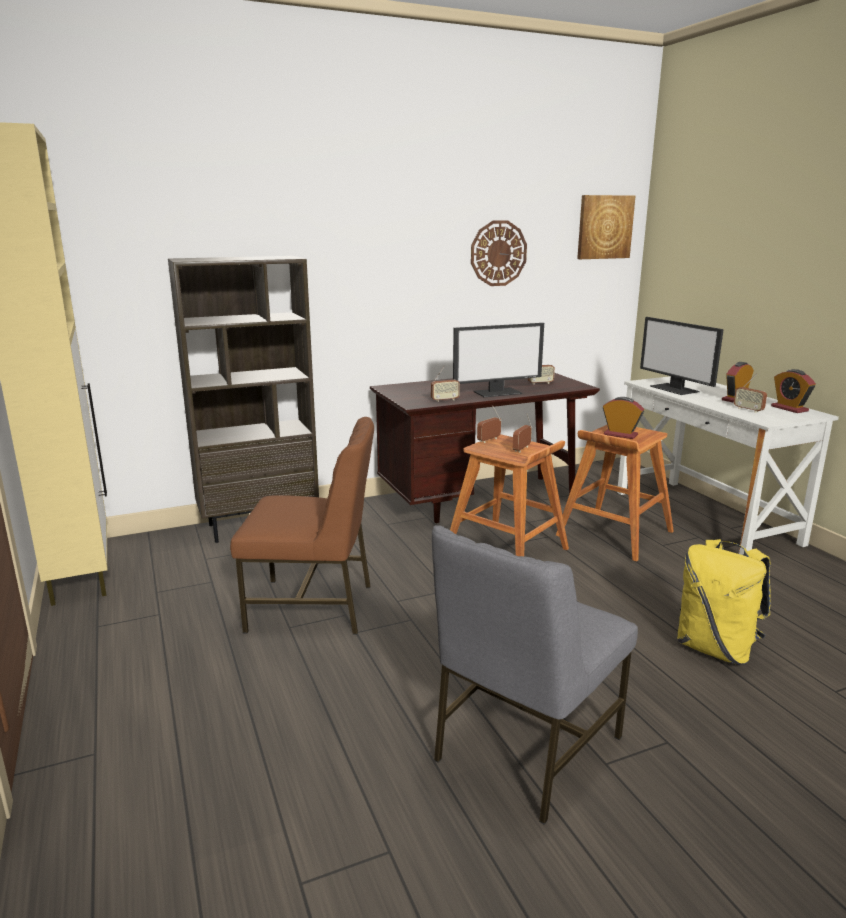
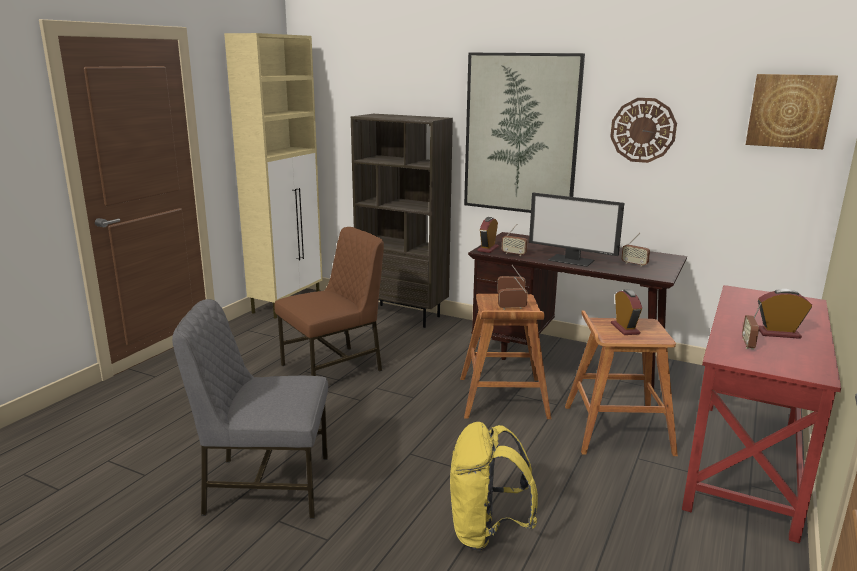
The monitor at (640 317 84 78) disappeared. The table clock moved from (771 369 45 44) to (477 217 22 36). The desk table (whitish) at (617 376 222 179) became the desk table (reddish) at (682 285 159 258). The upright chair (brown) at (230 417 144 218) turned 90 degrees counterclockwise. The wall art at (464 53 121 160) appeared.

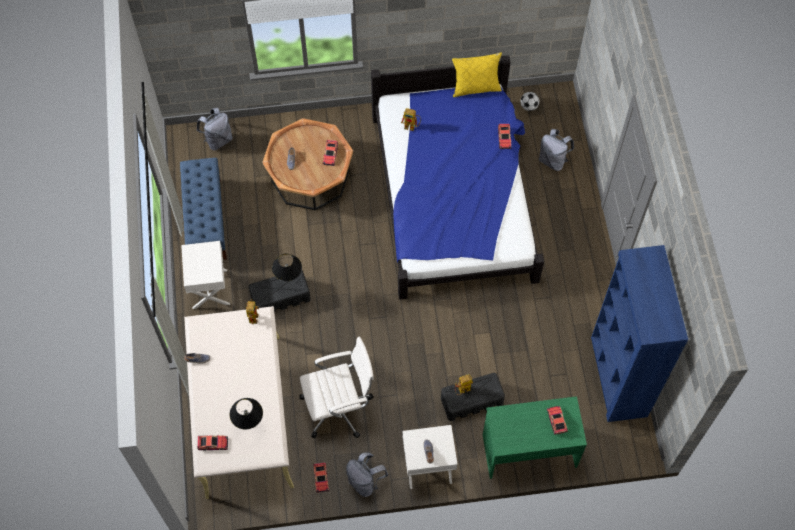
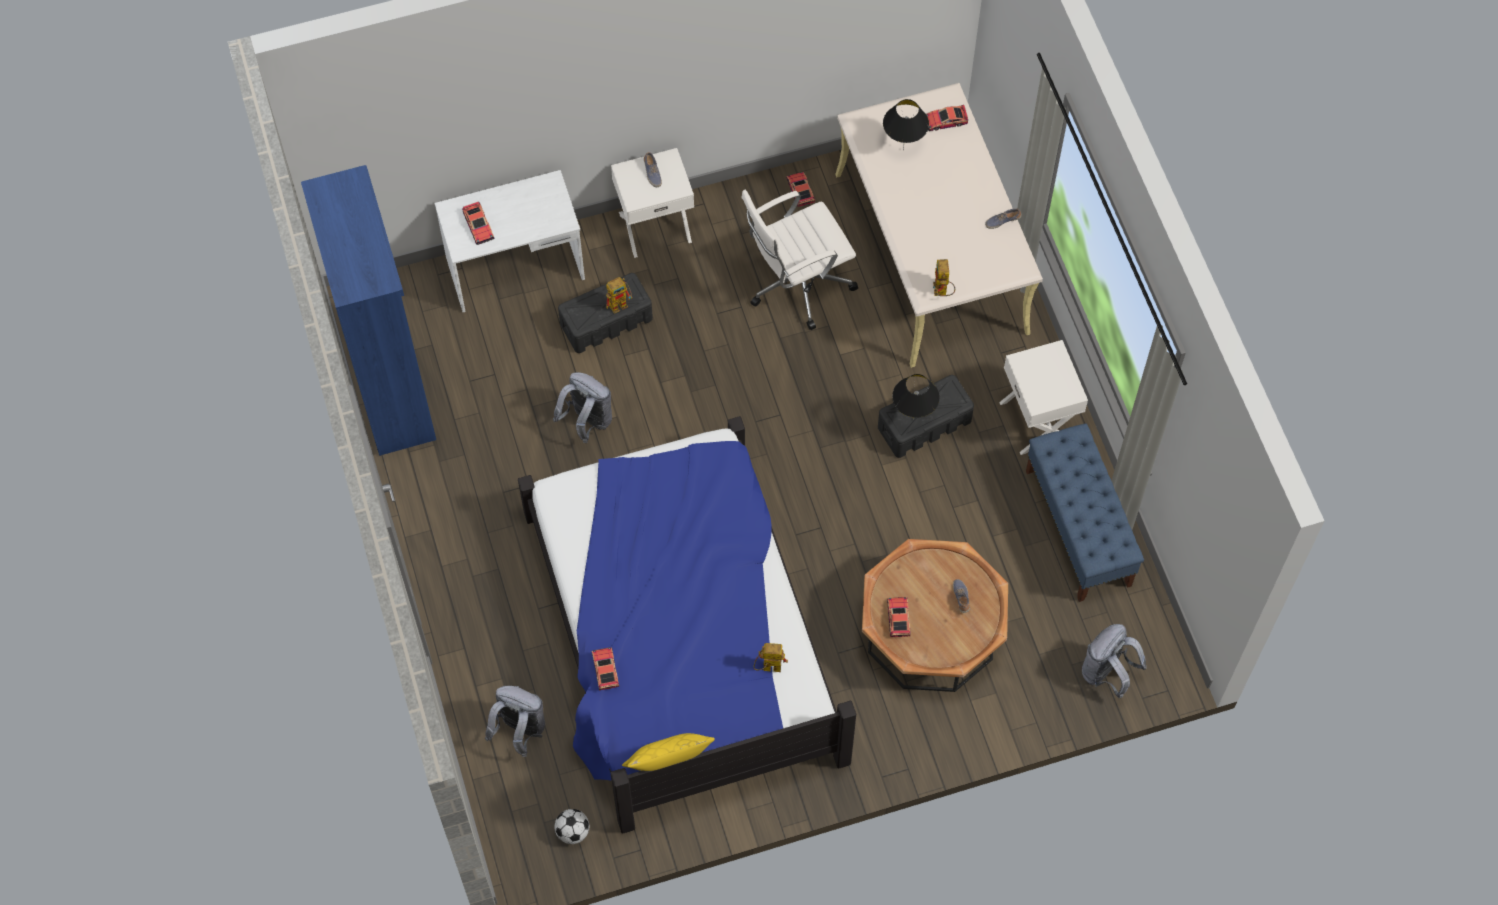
The desk table (greenish) at (483 396 104 83) became the desk table (whitish) at (435 170 150 142). The backpack (greyish) moved from (346 452 42 45) to (553 372 59 71).

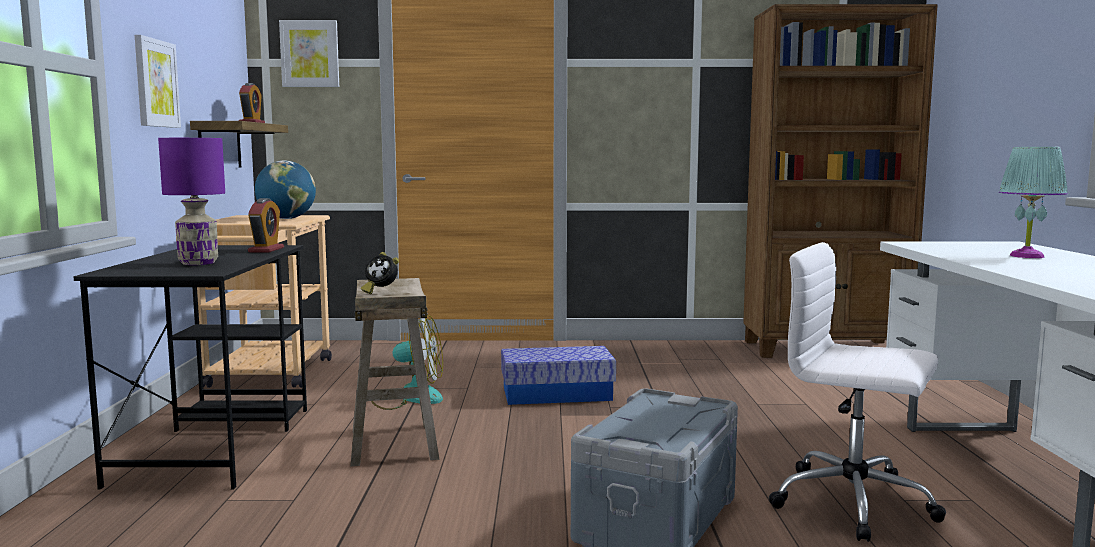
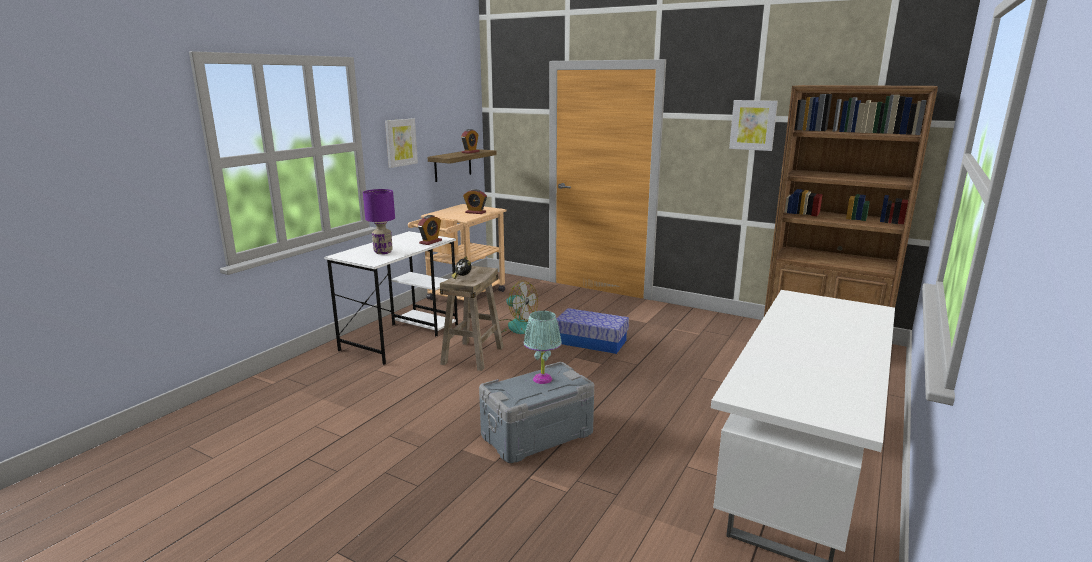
The wall art moved from (279 20 60 67) to (729 100 49 51). The table lamp (turquoise-coloured) moved from (999 147 69 111) to (524 311 38 73). The globe at (255 161 61 58) was replaced by the table clock at (463 189 24 25). The office chair (whitish) at (769 242 177 300) disappeared. The desk table (blackish) at (74 245 233 245) became the desk table (whitish) at (324 231 134 134).

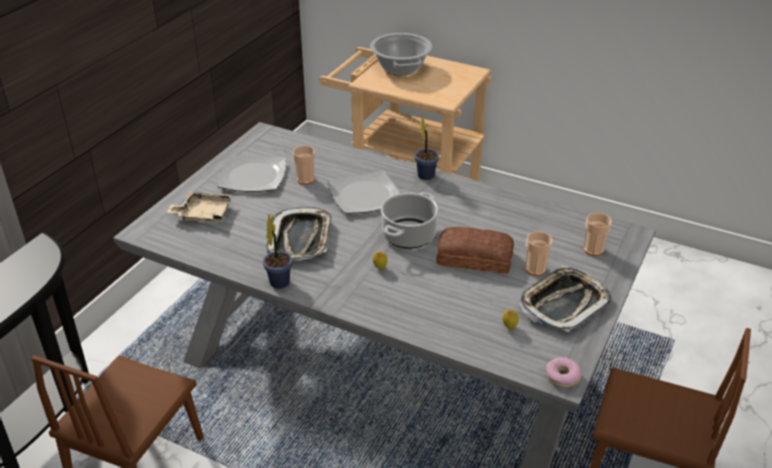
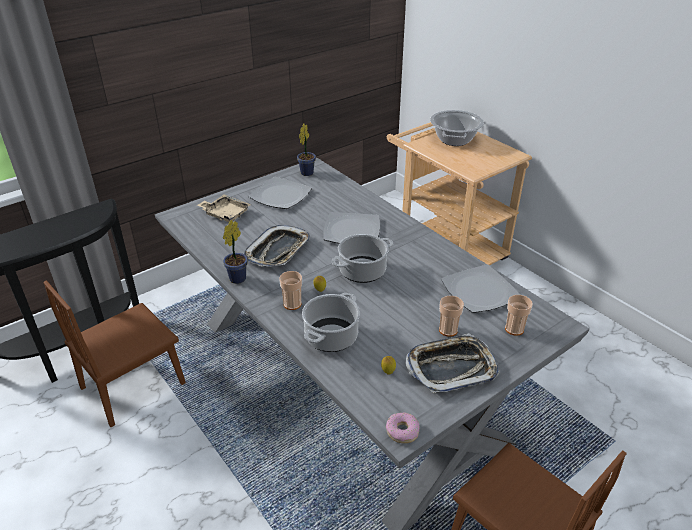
The plant in a pot moved from (414 115 25 65) to (297 124 19 52). The small cup moved from (293 146 22 39) to (279 271 23 39). The baked bread at (436 227 78 47) disappeared. The plate at (441 264 79 49) appeared. The stockpot at (302 293 58 59) appeared.

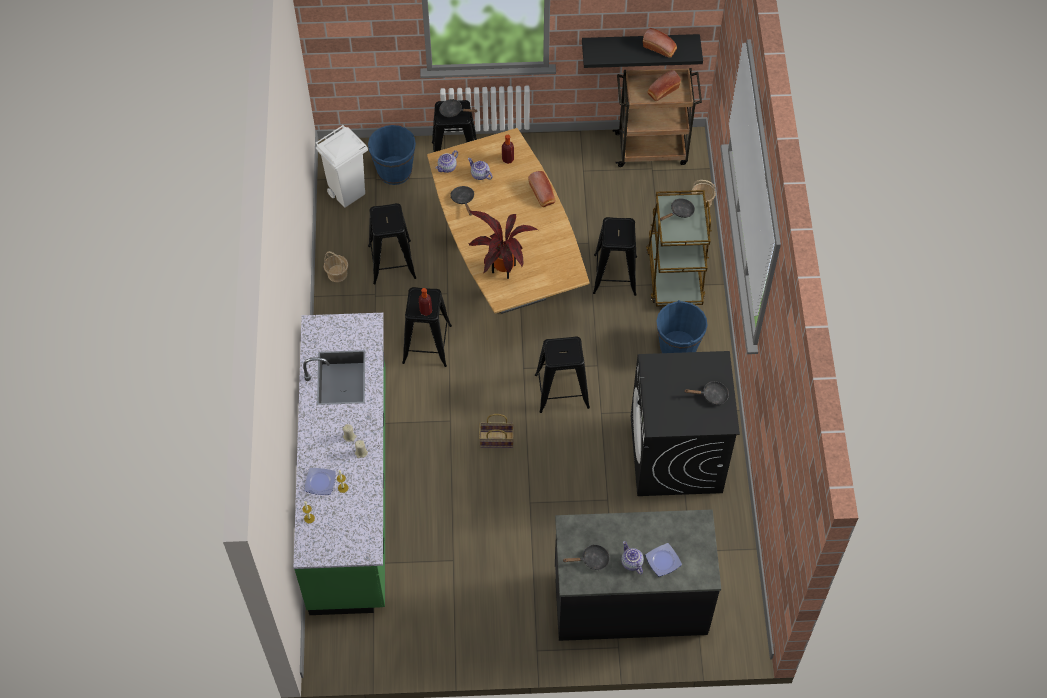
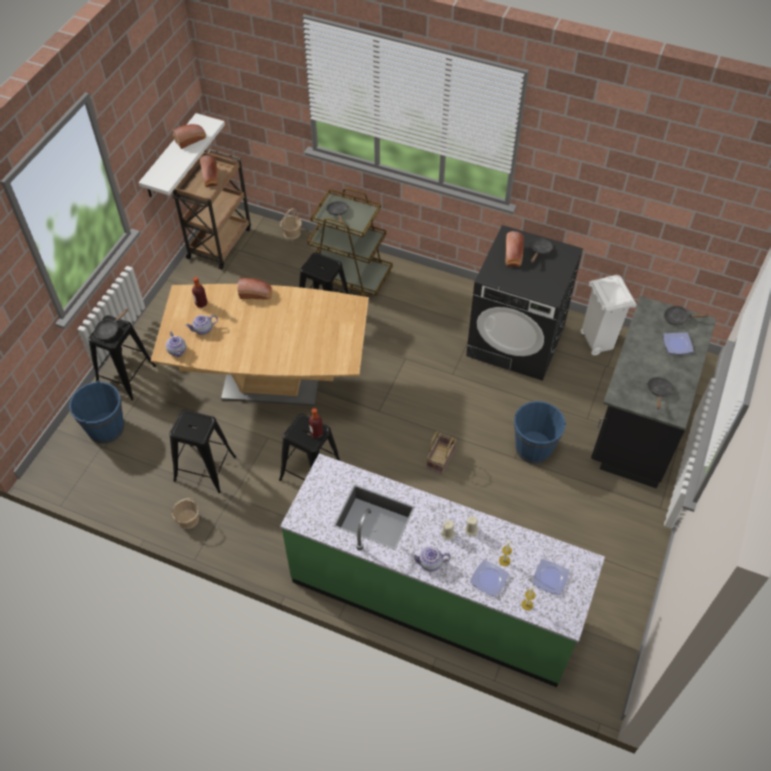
The bracket shelf (blackish) at (582 34 121 34) became the bracket shelf (whitish) at (138 113 87 85). The waste bin (whitish) moved from (315 125 53 83) to (581 275 56 80). The pan (blackish) moved from (450 186 24 30) to (664 306 45 19). The plant in a pot at (468 210 70 69) disappeared. The pail (blue) moved from (656 300 52 53) to (514 401 52 62). The stool (blackish) at (535 336 55 77) disappeared. The tea pot moved from (621 541 23 34) to (411 547 40 25). The baked bread at (505 231 19 36) appeared. The plate at (532 559 37 36) appeared.

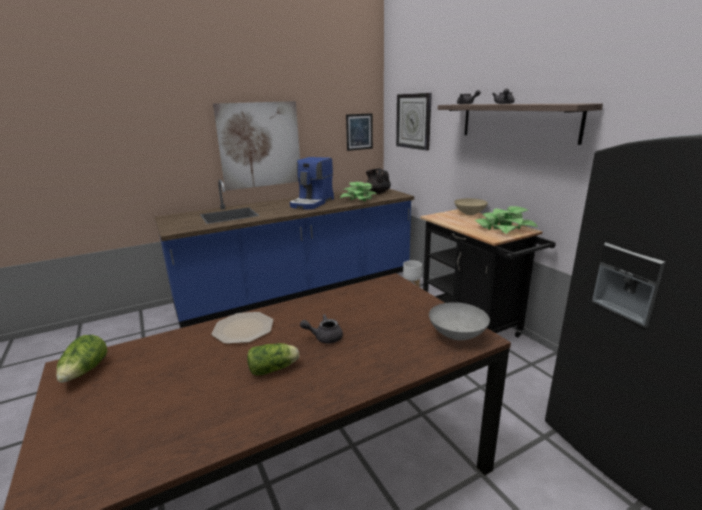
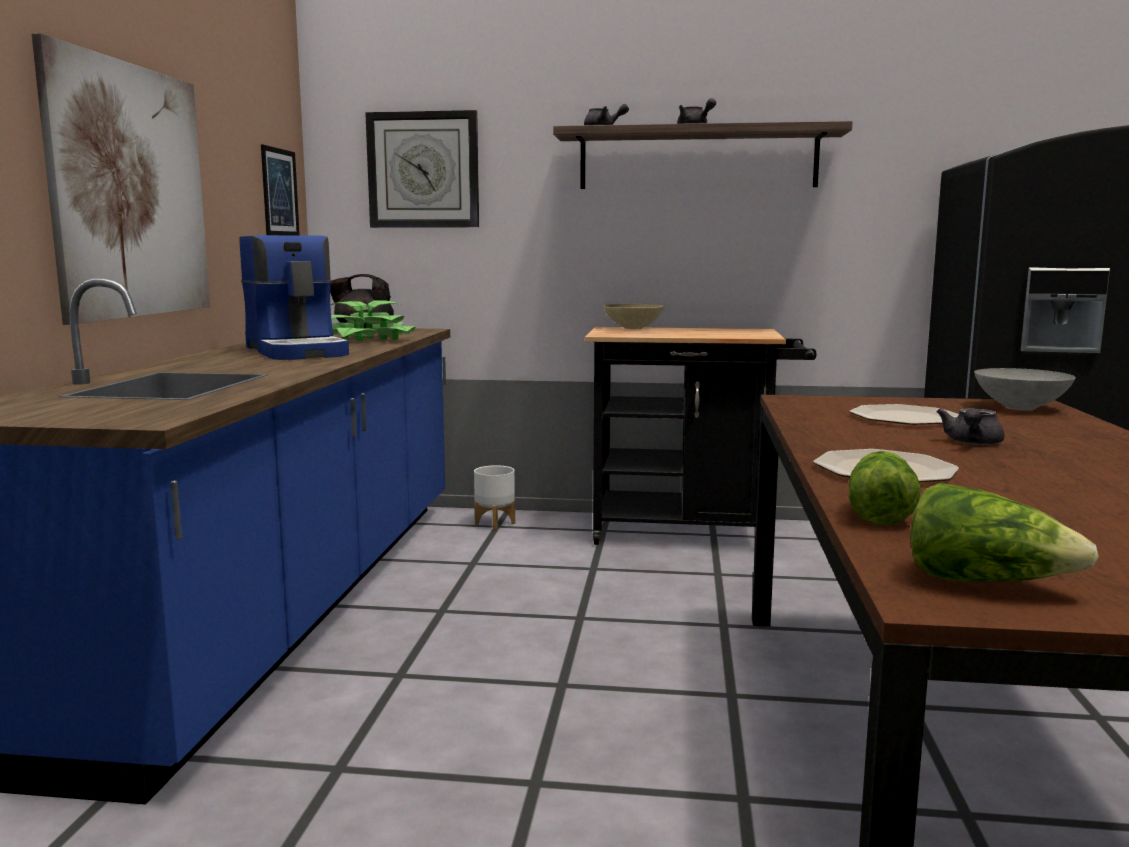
The plant in a pot at (475 206 63 28) disappeared. The lettuce moved from (247 343 52 33) to (849 451 72 75). The plate at (849 404 110 21) appeared.

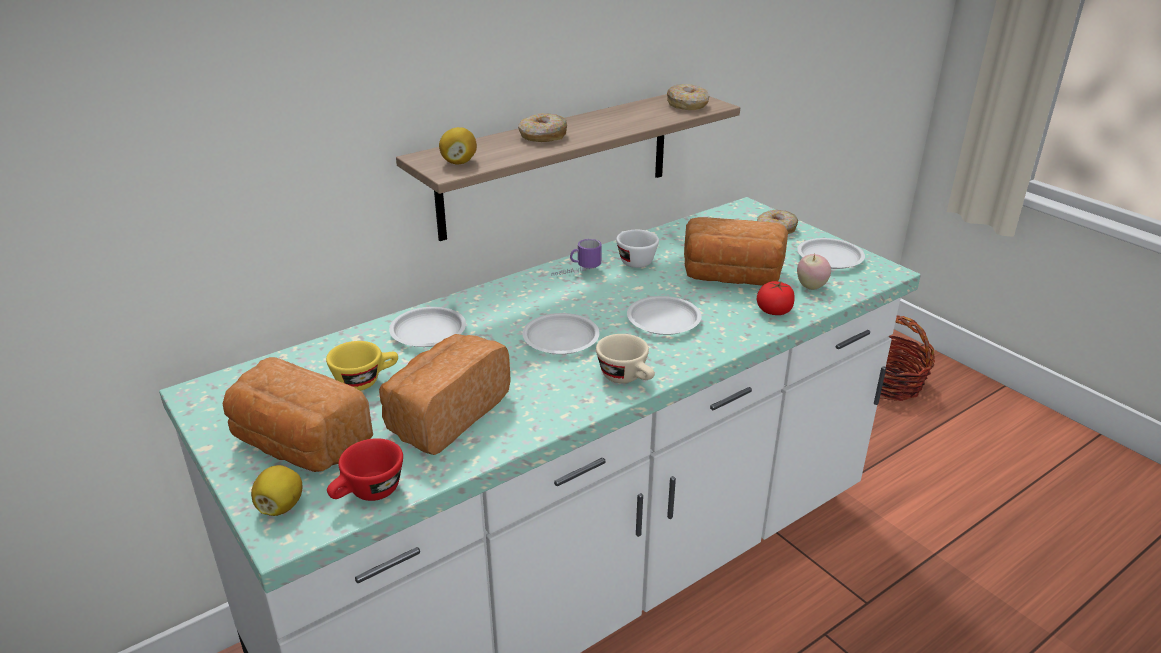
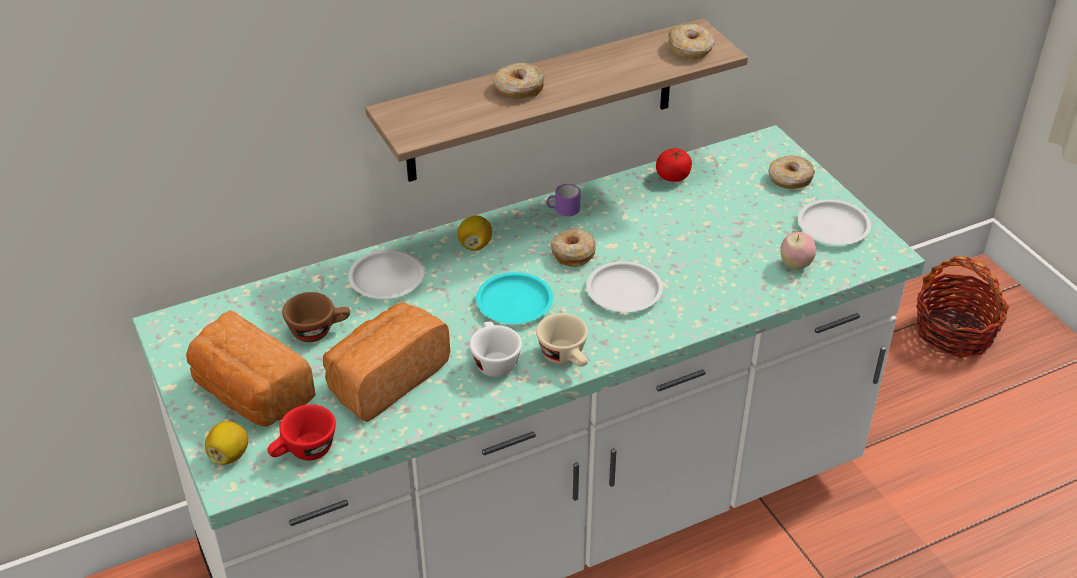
The citrus fruit moved from (439 127 38 38) to (457 215 35 36). The baked bread at (684 217 104 69) disappeared. The small cup (whitish) moved from (616 230 43 38) to (470 322 52 55). The fresh tomato moved from (757 281 38 34) to (656 148 36 34). The plate (whitish) at (522 313 77 41) became the plate (turquoise-coloured) at (476 272 77 52). The small cup (yellow-coloured) at (326 341 72 50) became the small cup (brown) at (282 292 68 50). The ring doughnut at (551 228 45 39) appeared.

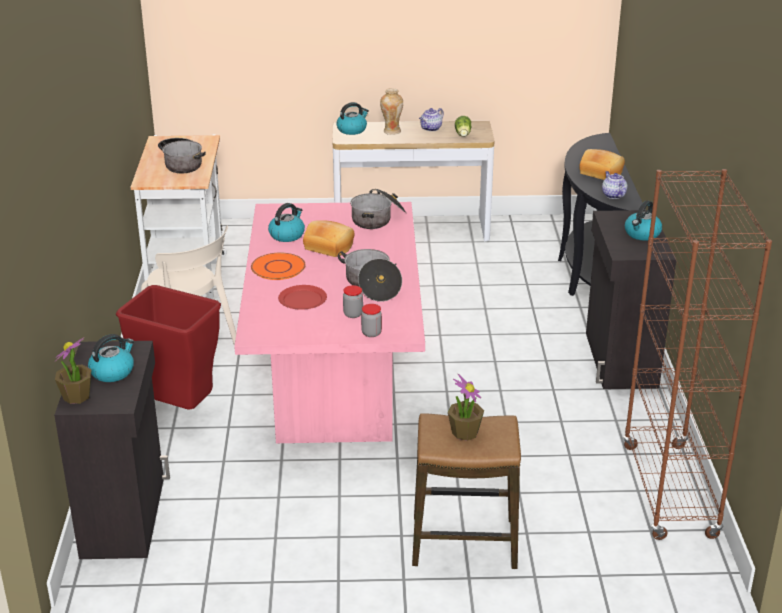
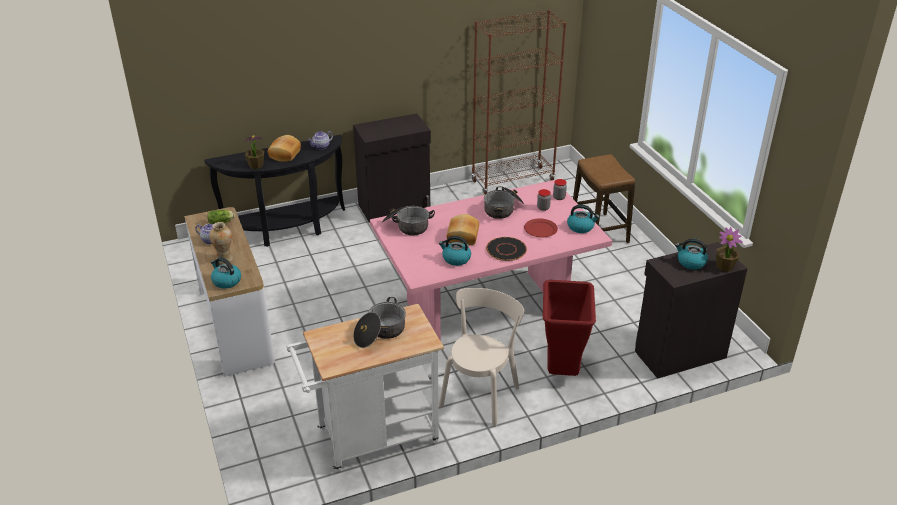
The tea kettle moved from (625 201 37 40) to (567 204 33 29). The plate (orangey) at (251 253 55 27) became the plate (blackish) at (486 237 41 24). The plant in a pot moved from (448 374 36 67) to (243 135 21 34).

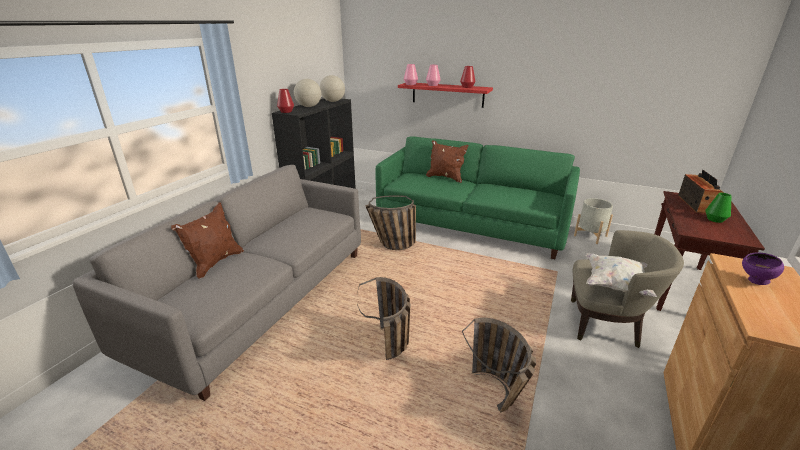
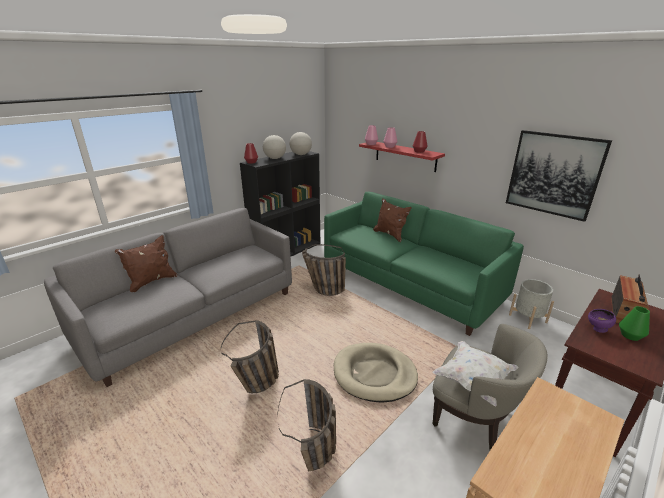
The serving bowl (purple) moved from (742 252 42 33) to (588 309 28 24). The wall art at (506 130 106 92) appeared. The dog cushion (beige) at (334 343 84 60) appeared.

